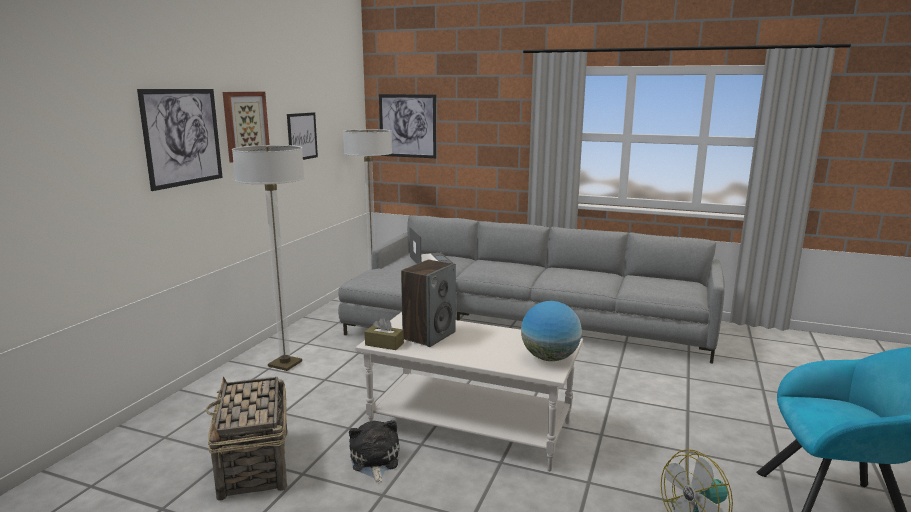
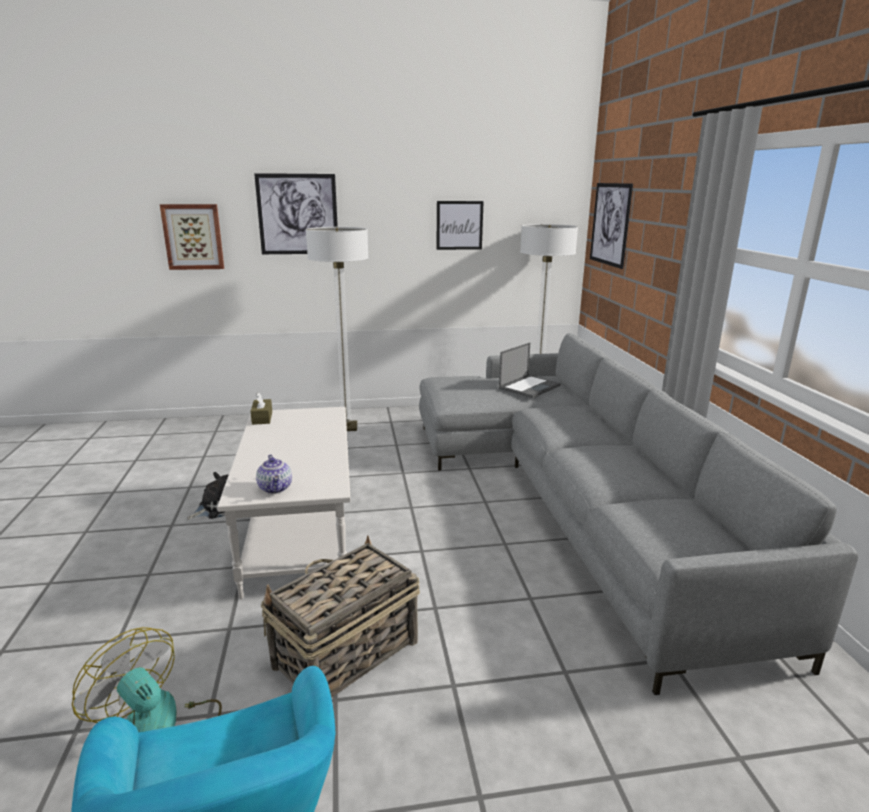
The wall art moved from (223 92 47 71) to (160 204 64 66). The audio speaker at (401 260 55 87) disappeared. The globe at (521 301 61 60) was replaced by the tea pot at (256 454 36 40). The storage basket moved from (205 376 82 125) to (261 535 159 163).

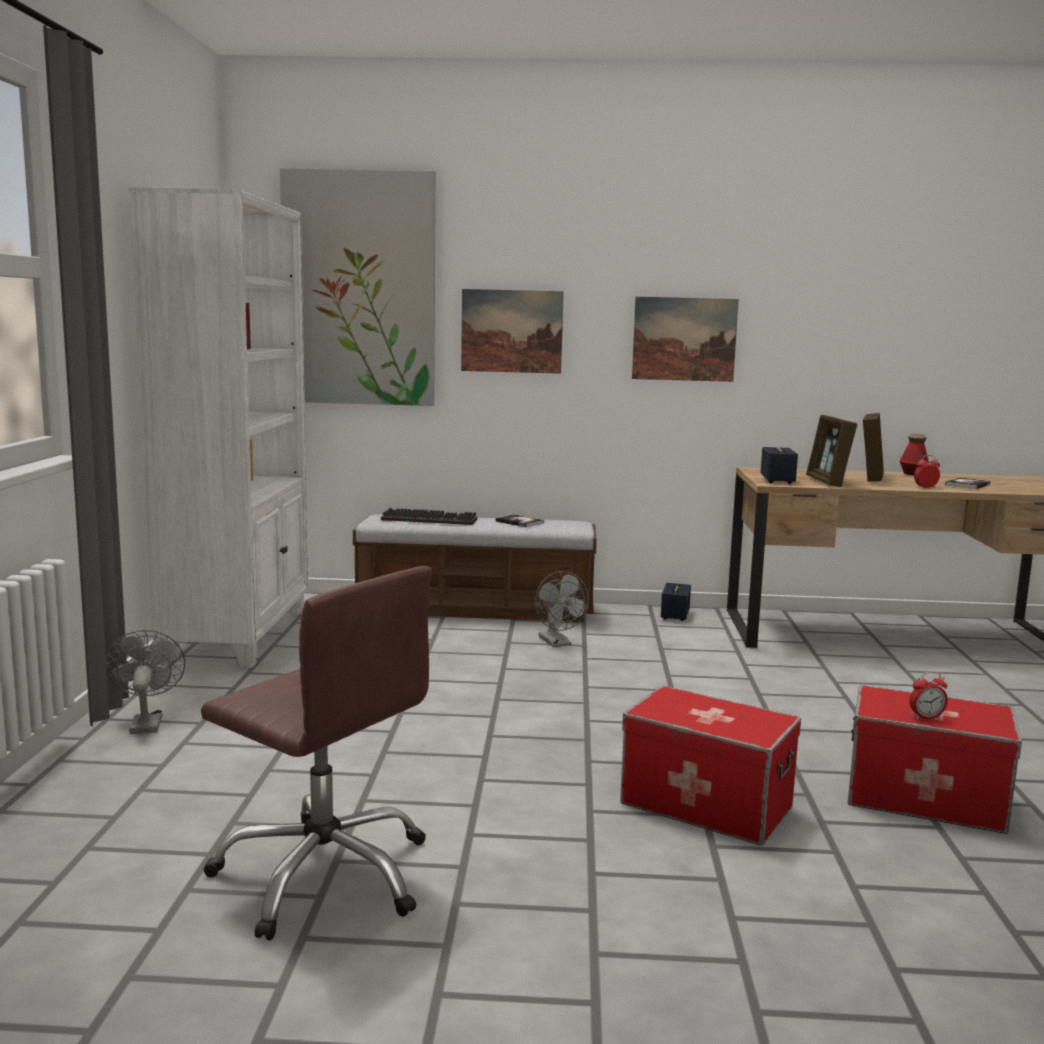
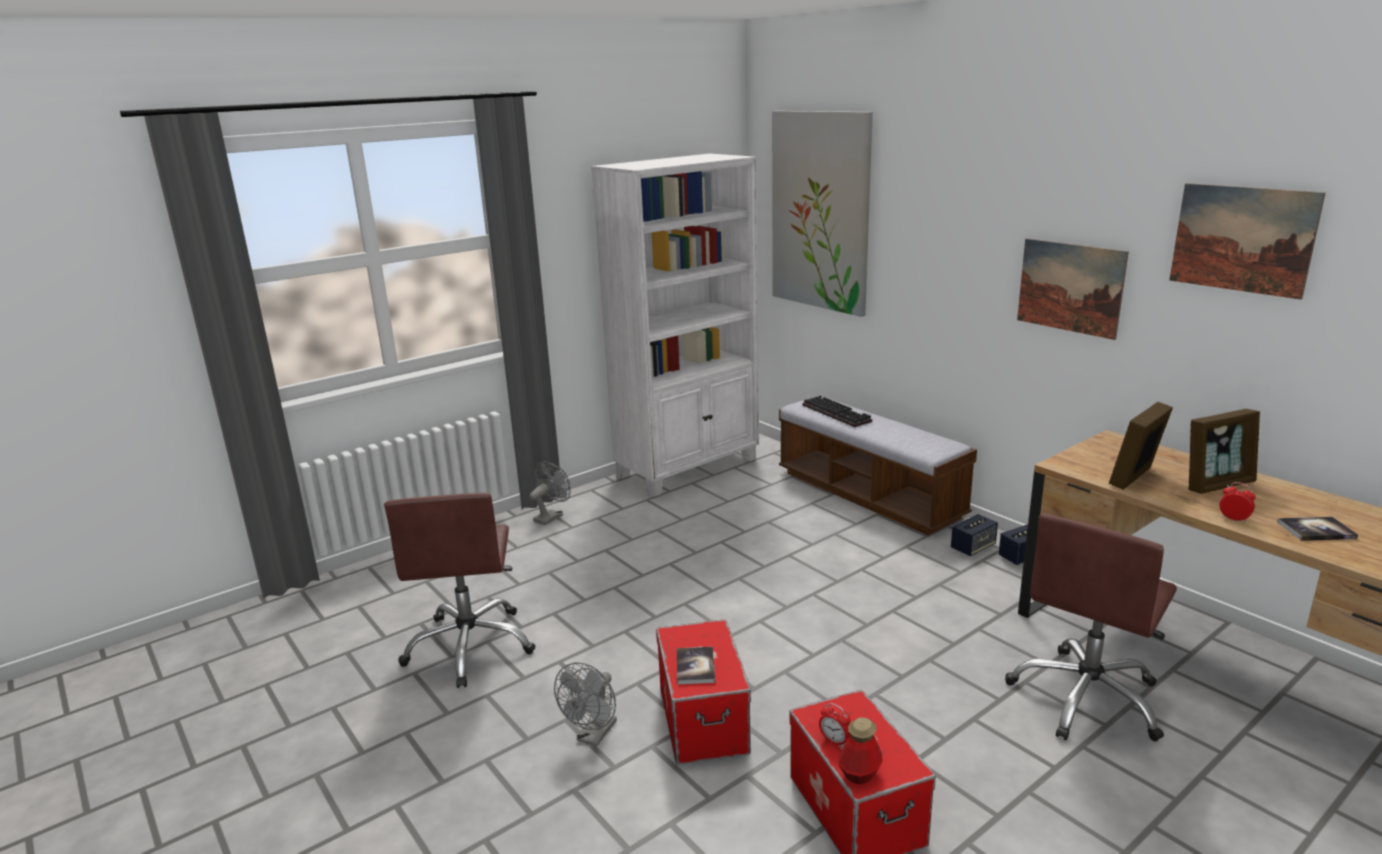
The wall art moved from (461 289 103 85) to (1169 183 156 117). The bottle moved from (900 433 29 42) to (838 717 45 67). The audio speaker moved from (760 447 38 37) to (951 514 47 42). The volume moved from (496 514 48 13) to (677 647 38 38). The cooling fan (greyish) moved from (535 571 54 76) to (554 663 63 83). The office chair (brown) at (1005 514 172 227) appeared.

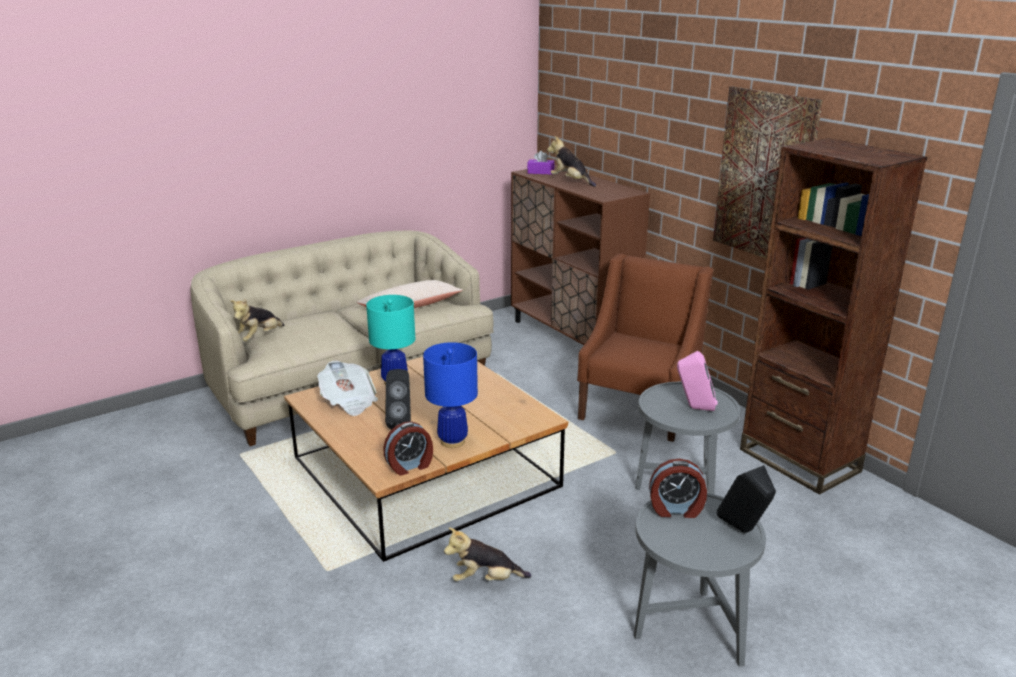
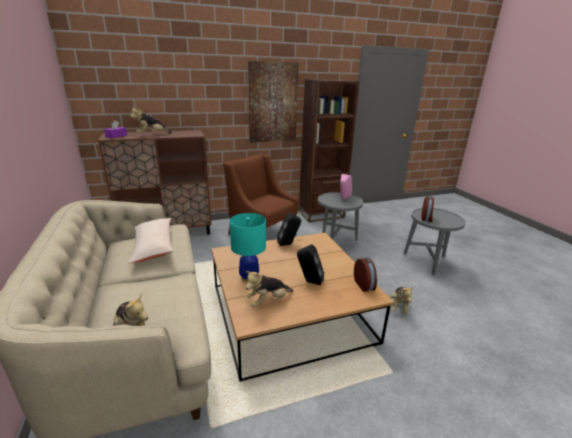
The table lamp (blue) at (423 342 55 106) disappeared. The printed paper at (317 360 61 56) was replaced by the cuddly toy at (245 271 48 36). The audio speaker (blackish) moved from (716 465 60 68) to (277 213 24 33).

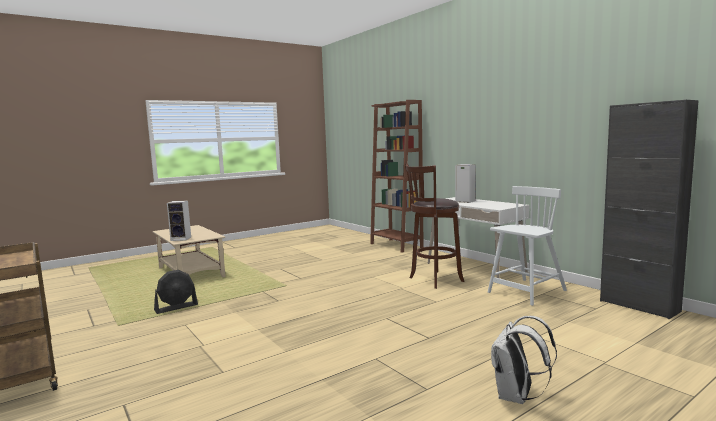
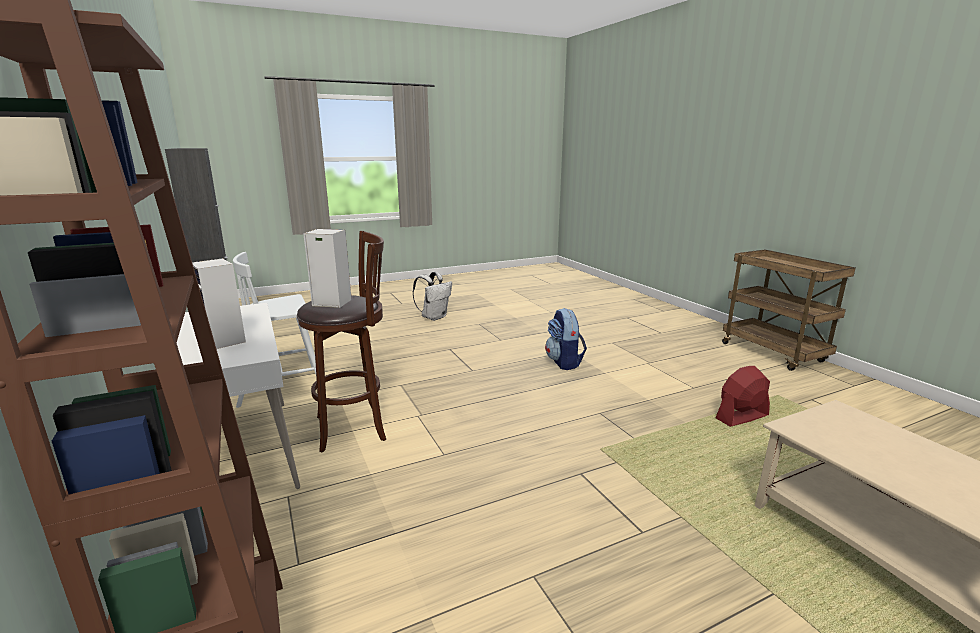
The audio speaker moved from (167 200 24 41) to (303 229 49 79). The cooling fan (blackish) at (154 270 44 44) became the cooling fan (reddish) at (715 366 55 61). The backpack at (545 308 42 62) appeared.

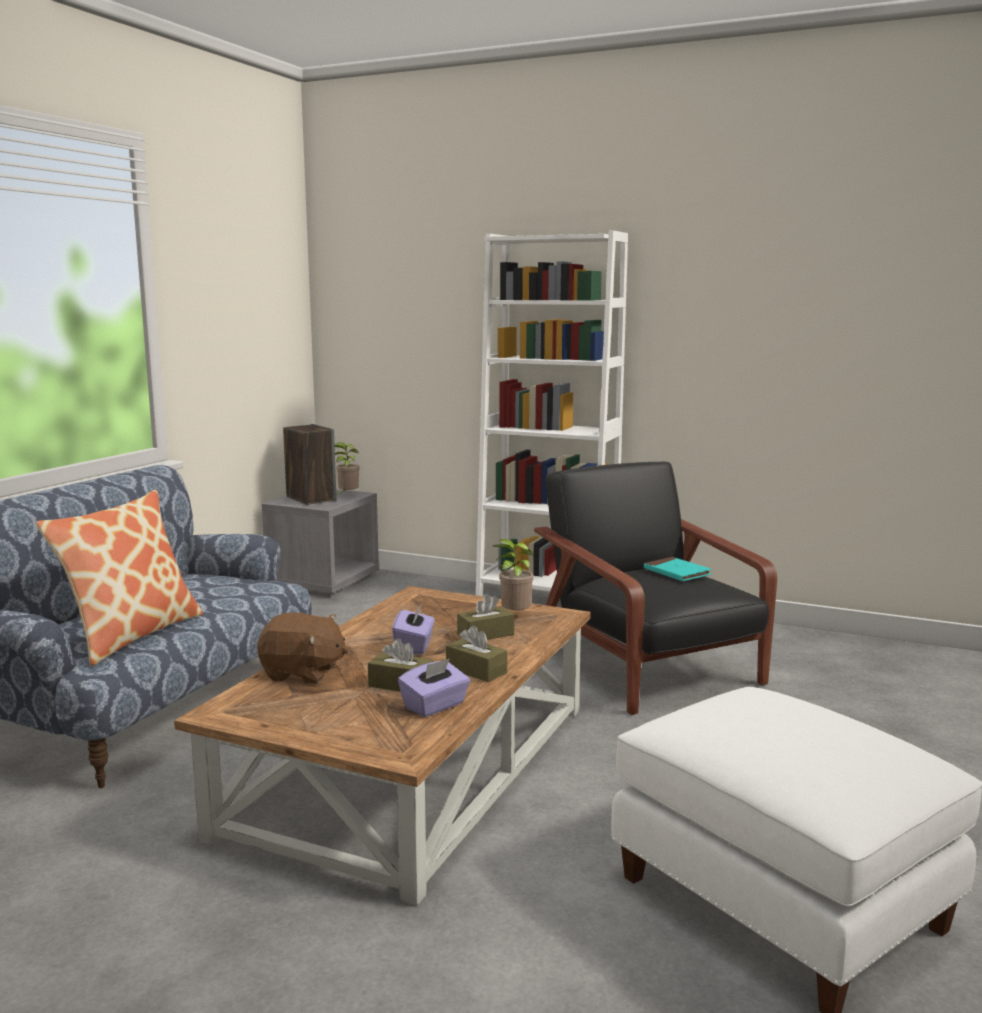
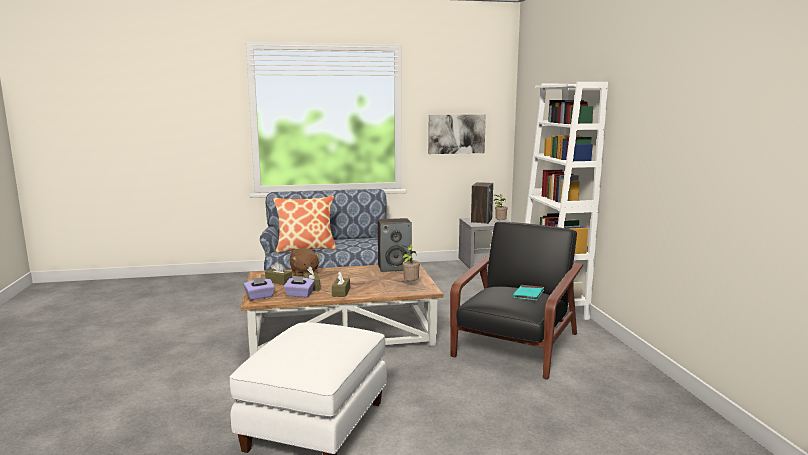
The box of tissues (brown) moved from (457 594 57 46) to (265 262 27 23). The box of tissues (purple) moved from (392 604 43 51) to (244 277 31 23). The wall art at (428 114 58 40) appeared. The audio speaker at (378 218 34 54) appeared.

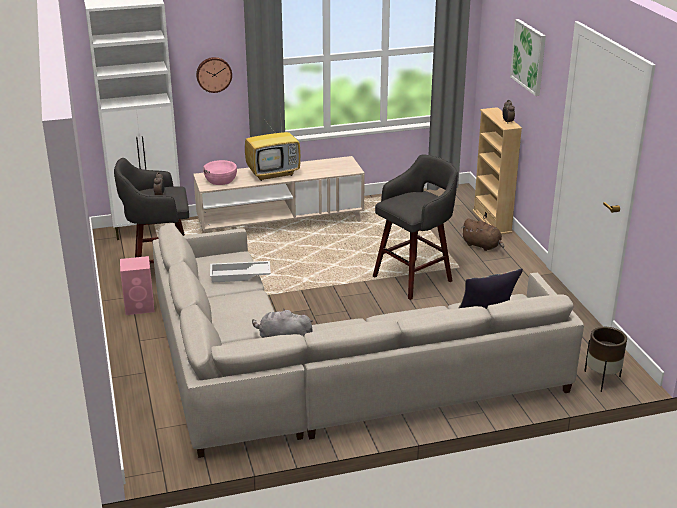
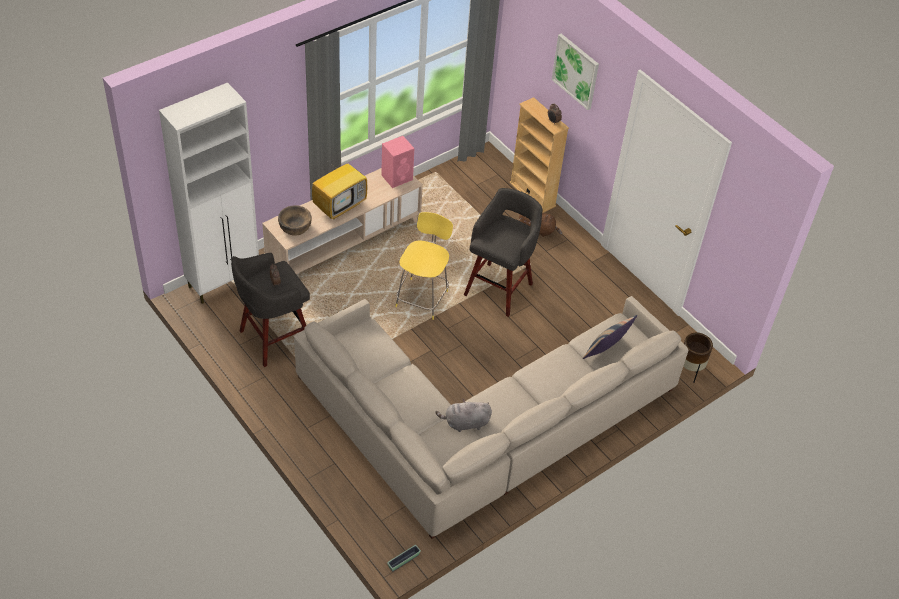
The hanging clock at (196 57 36 36) disappeared. The serving bowl (pink) at (203 160 34 25) became the serving bowl (brown) at (278 205 34 31). The audio speaker (pink) moved from (120 256 35 59) to (381 136 33 52). The serving tray (whitish) at (210 261 61 21) disappeared. The stool (yellow-coloured) at (395 212 58 108) appeared. The plant pot at (387 545 34 26) appeared.

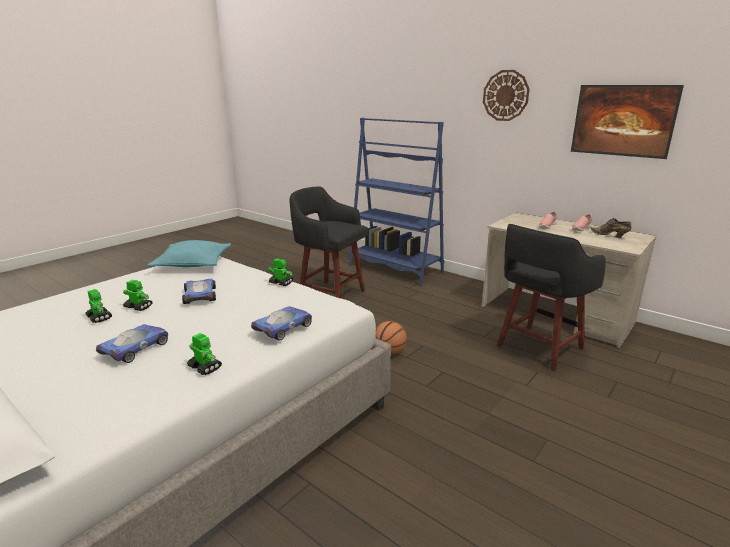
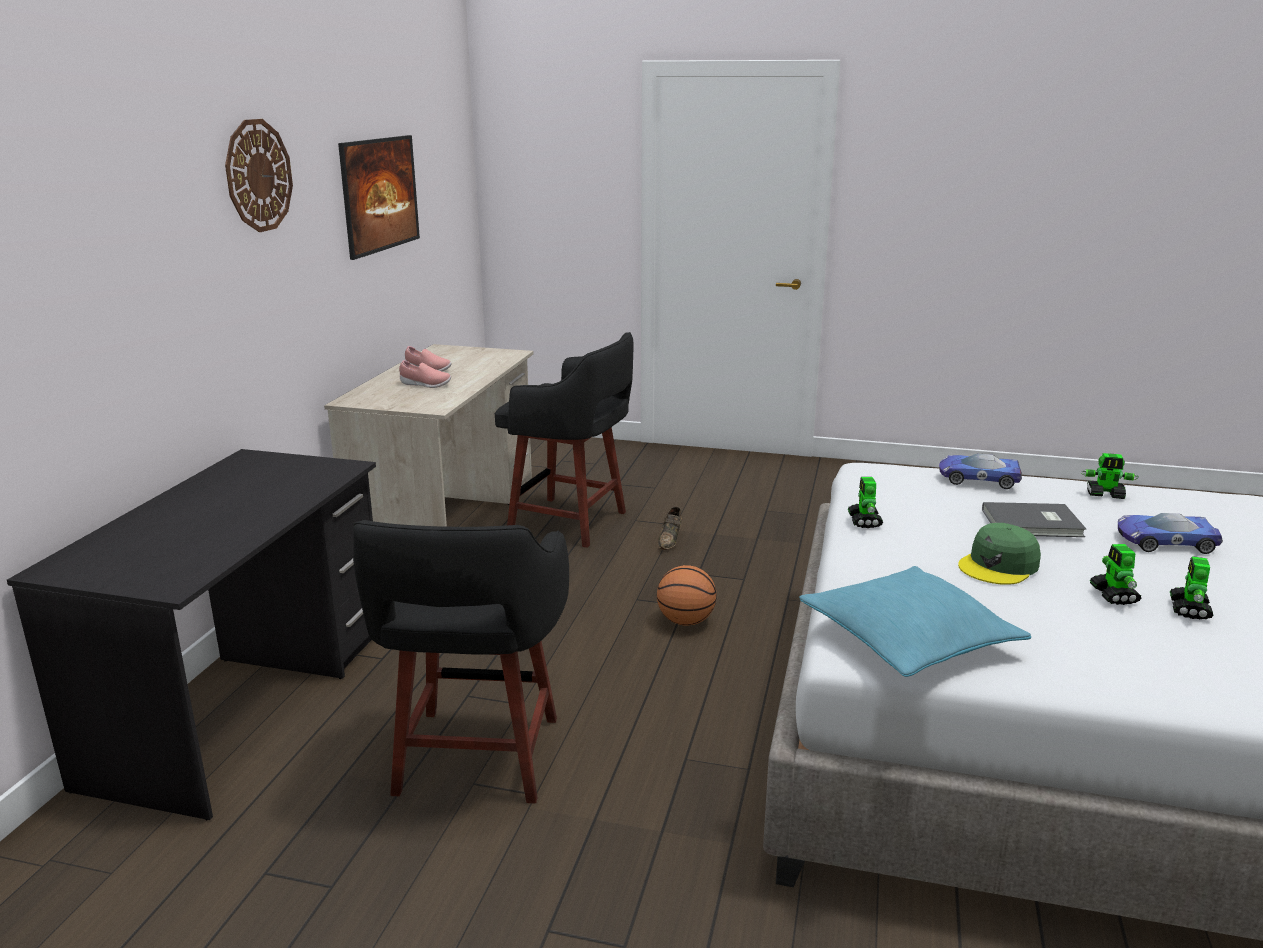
The shelving unit (blue) at (349 118 95 168) was replaced by the desk table (blackish) at (7 449 369 371). The item of footwear (brown) moved from (590 218 41 20) to (657 507 25 43). The miniature car at (182 279 34 25) was replaced by the cap (greenish) at (958 523 83 62). The robot figure at (187 333 35 42) turned 90 degrees counterclockwise. The volume (greyish) at (982 502 104 35) appeared.

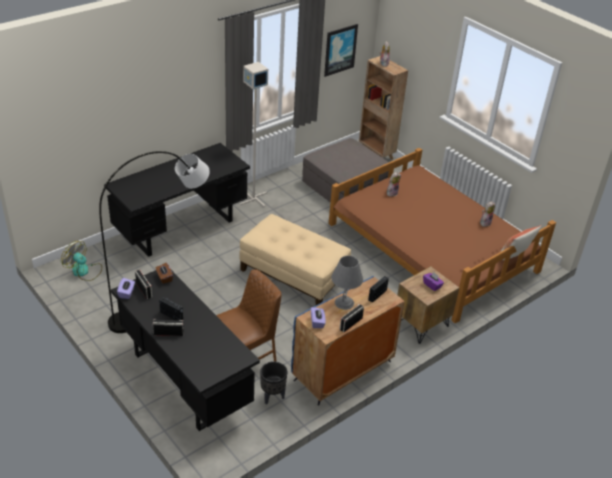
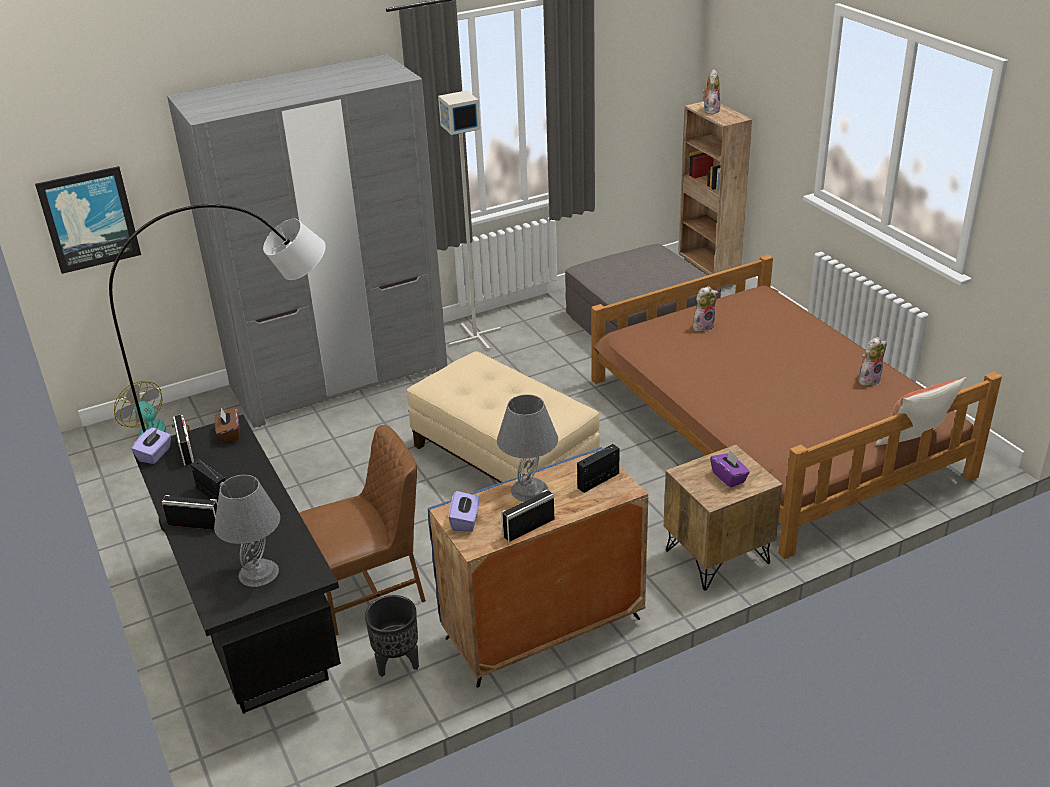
The wall art moved from (324 24 34 53) to (35 166 106 108). The desk table (blackish) at (104 143 146 114) was replaced by the clothes cupboard (greyish) at (167 54 280 374). The table lamp (greyish) at (214 475 66 112) appeared.

